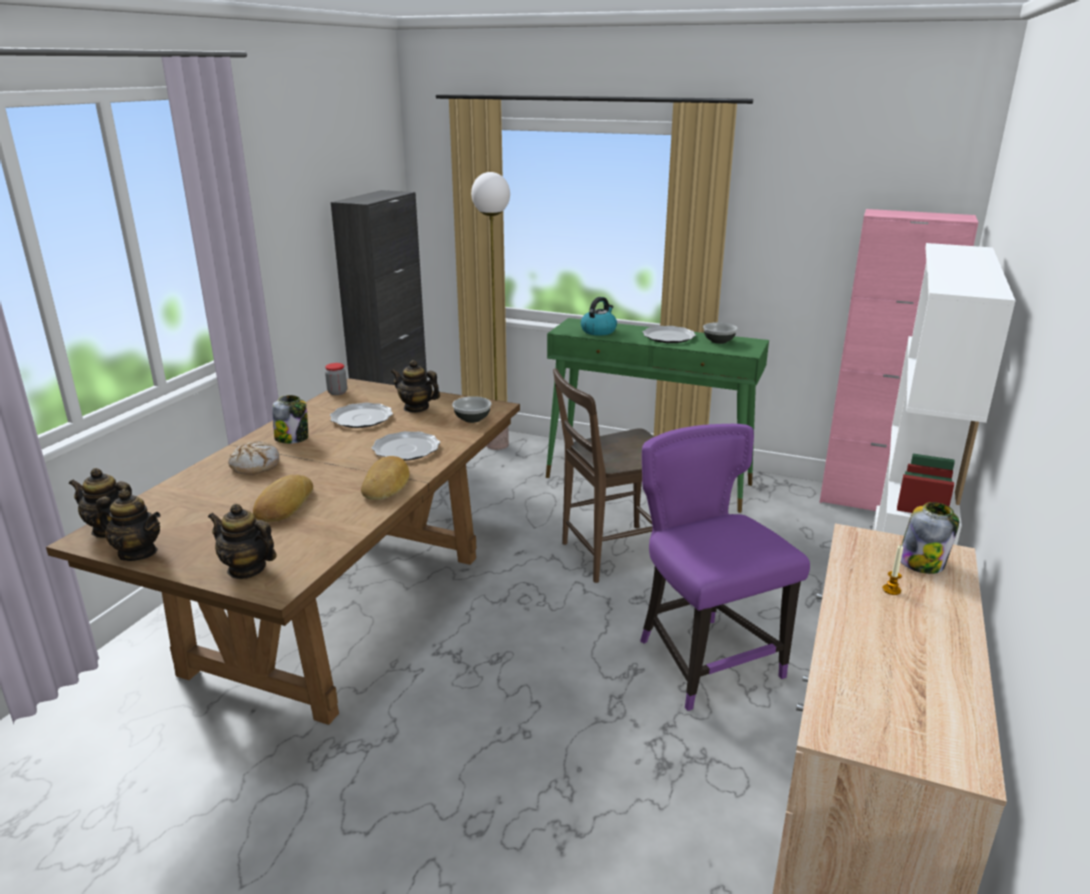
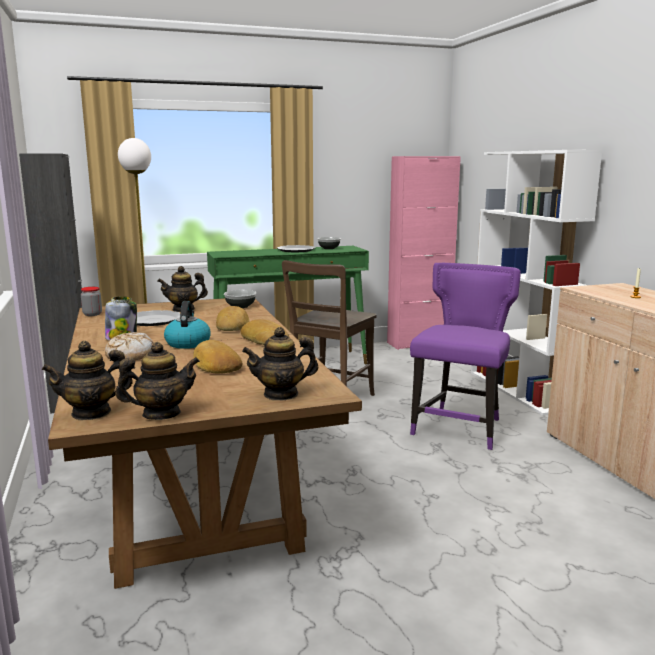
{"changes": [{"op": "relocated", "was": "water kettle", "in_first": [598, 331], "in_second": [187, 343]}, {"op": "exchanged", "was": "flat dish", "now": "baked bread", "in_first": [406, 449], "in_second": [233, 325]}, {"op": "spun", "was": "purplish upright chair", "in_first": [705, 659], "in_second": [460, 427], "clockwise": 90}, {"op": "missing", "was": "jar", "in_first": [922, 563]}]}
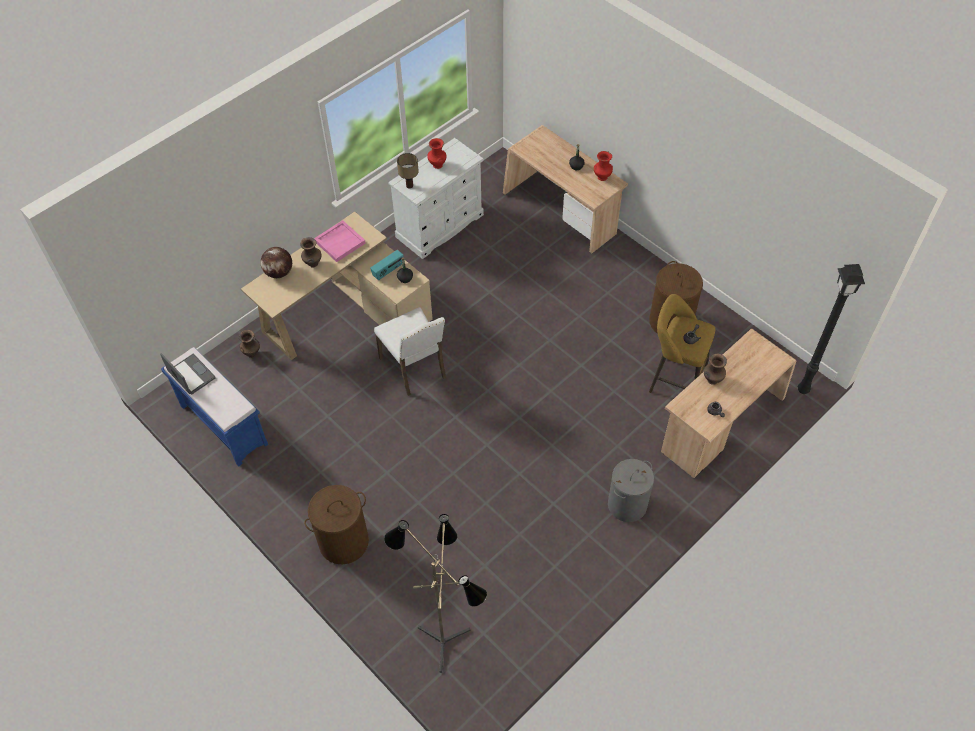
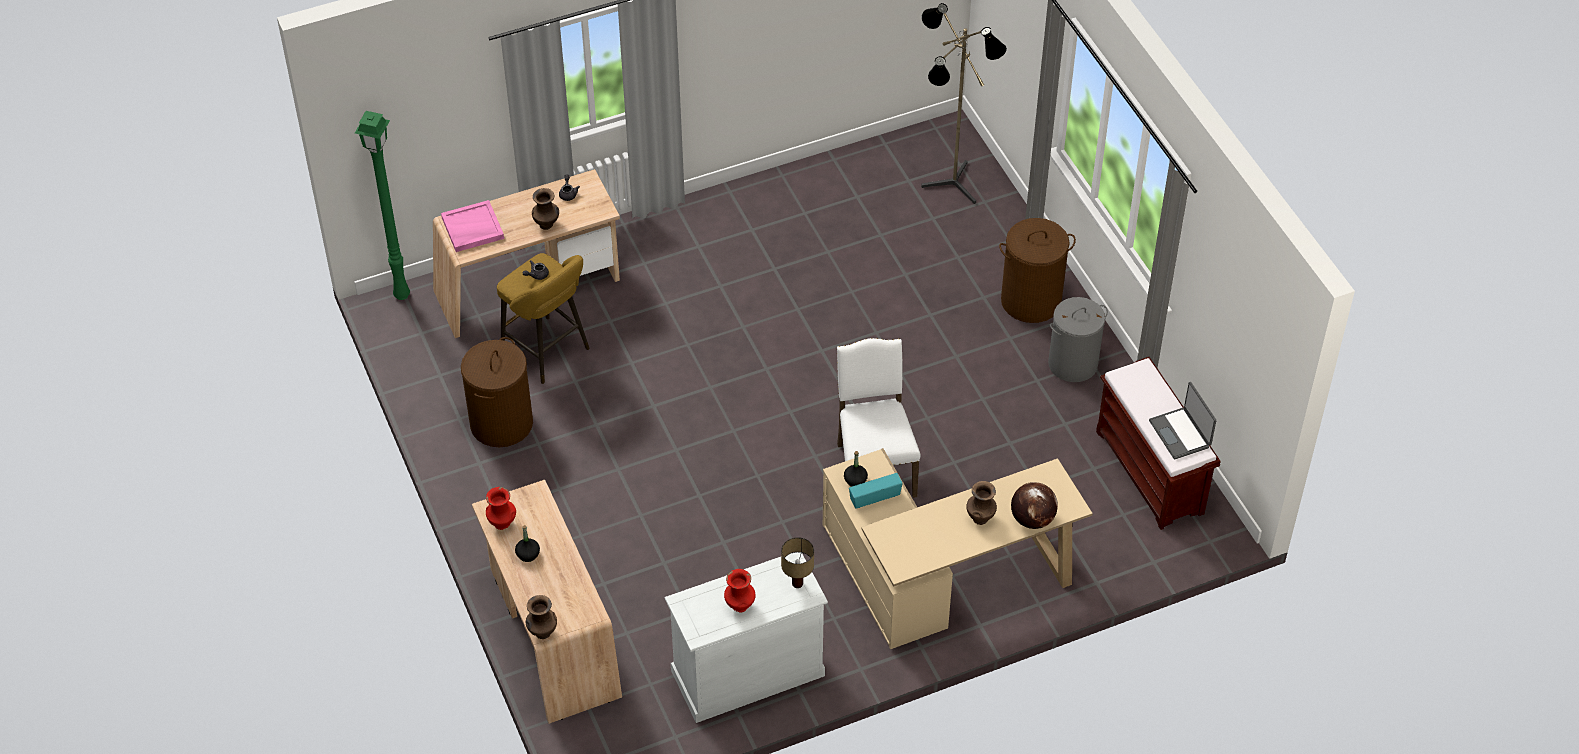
{"changes": [{"op": "colour", "was": "black-coloured standard lamp", "now": "green standard lamp", "in_first": [804, 390], "in_second": [401, 294]}, {"op": "relocated", "was": "pink serving tray", "in_first": [340, 242], "in_second": [472, 228]}, {"op": "relocated", "was": "brown-coloured flower vase", "in_first": [252, 353], "in_second": [542, 633]}, {"op": "relocated", "was": "greyish hamper", "in_first": [627, 505], "in_second": [1073, 363]}, {"op": "colour", "was": "blue-coloured bench", "now": "brown-coloured bench", "in_first": [222, 424], "in_second": [1151, 473]}]}
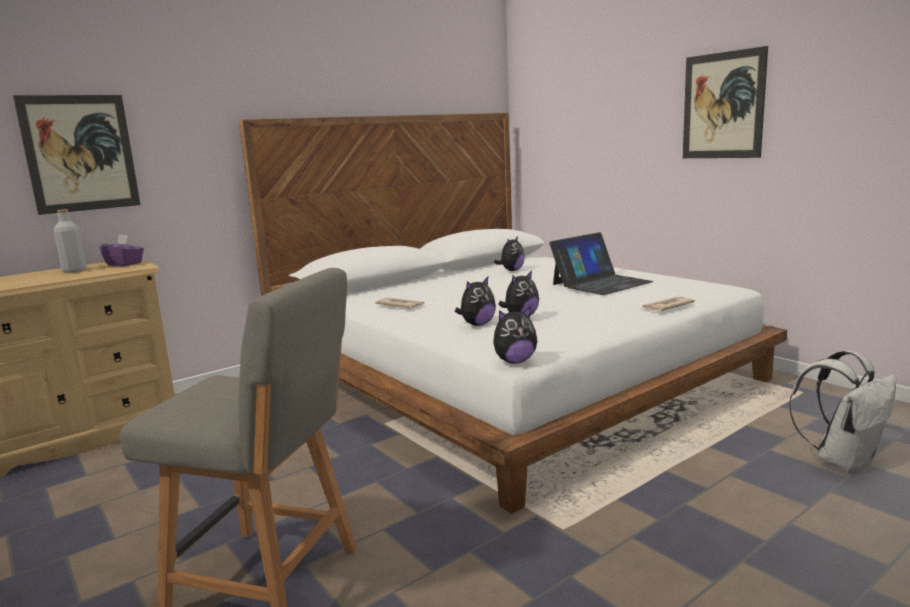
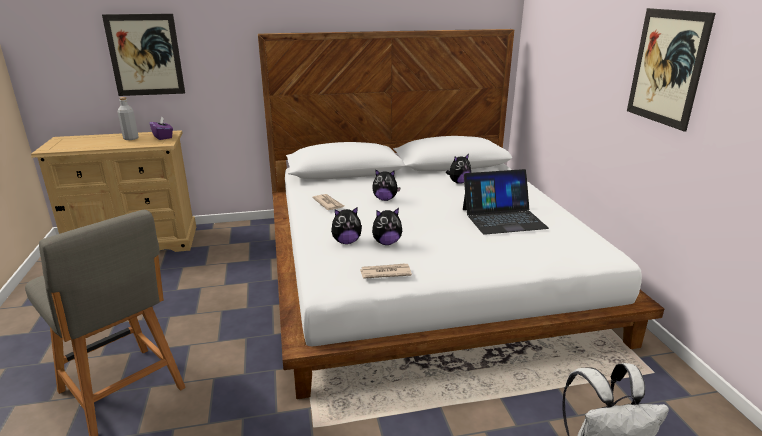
{"changes": [{"op": "relocated", "was": "newspaper", "in_first": [666, 307], "in_second": [385, 273]}, {"op": "relocated", "was": "soft toy", "in_first": [514, 361], "in_second": [385, 199]}]}
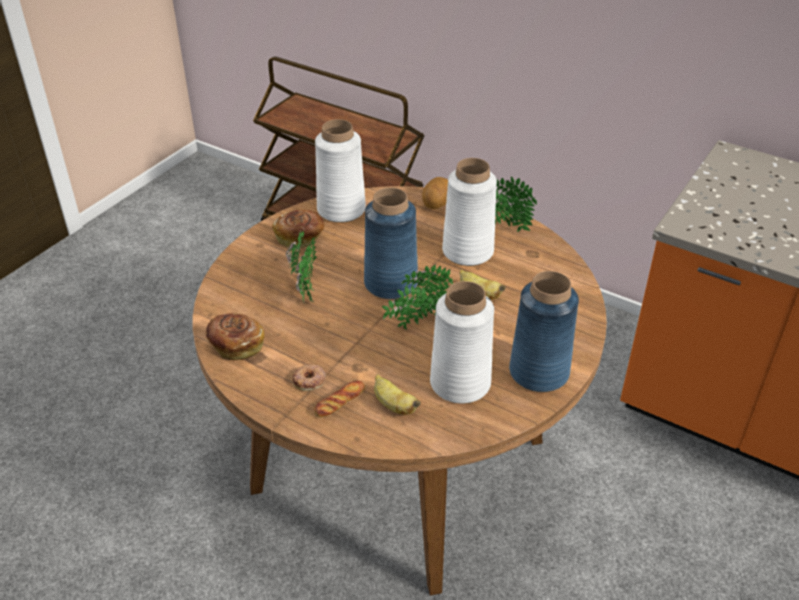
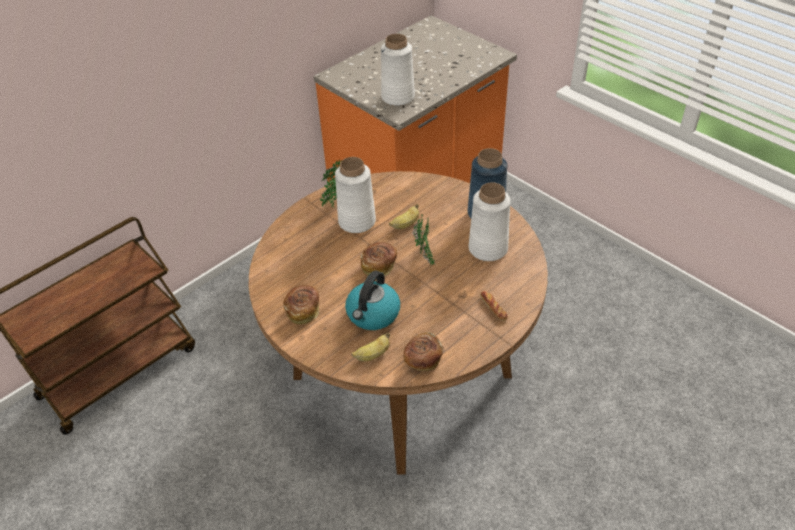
{"changes": [{"op": "exchanged", "was": "plant in a pot", "now": "water kettle", "in_first": [304, 292], "in_second": [373, 314]}, {"op": "relocated", "was": "banana fruit", "in_first": [393, 405], "in_second": [372, 355]}, {"op": "exchanged", "was": "blue-coloured flower vase", "now": "baked bread", "in_first": [391, 283], "in_second": [379, 265]}, {"op": "relocated", "was": "white flower vase", "in_first": [341, 210], "in_second": [398, 97]}, {"op": "missing", "was": "ring doughnut", "in_first": [309, 380]}, {"op": "missing", "was": "potato", "in_first": [437, 204]}]}
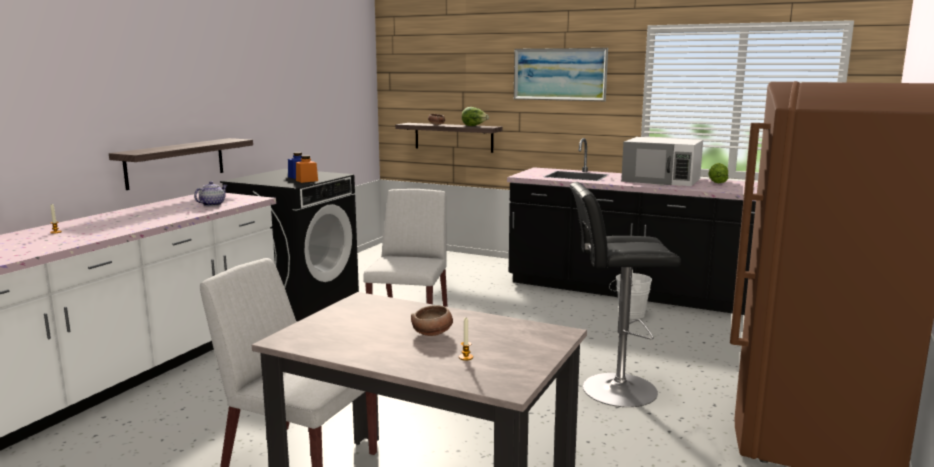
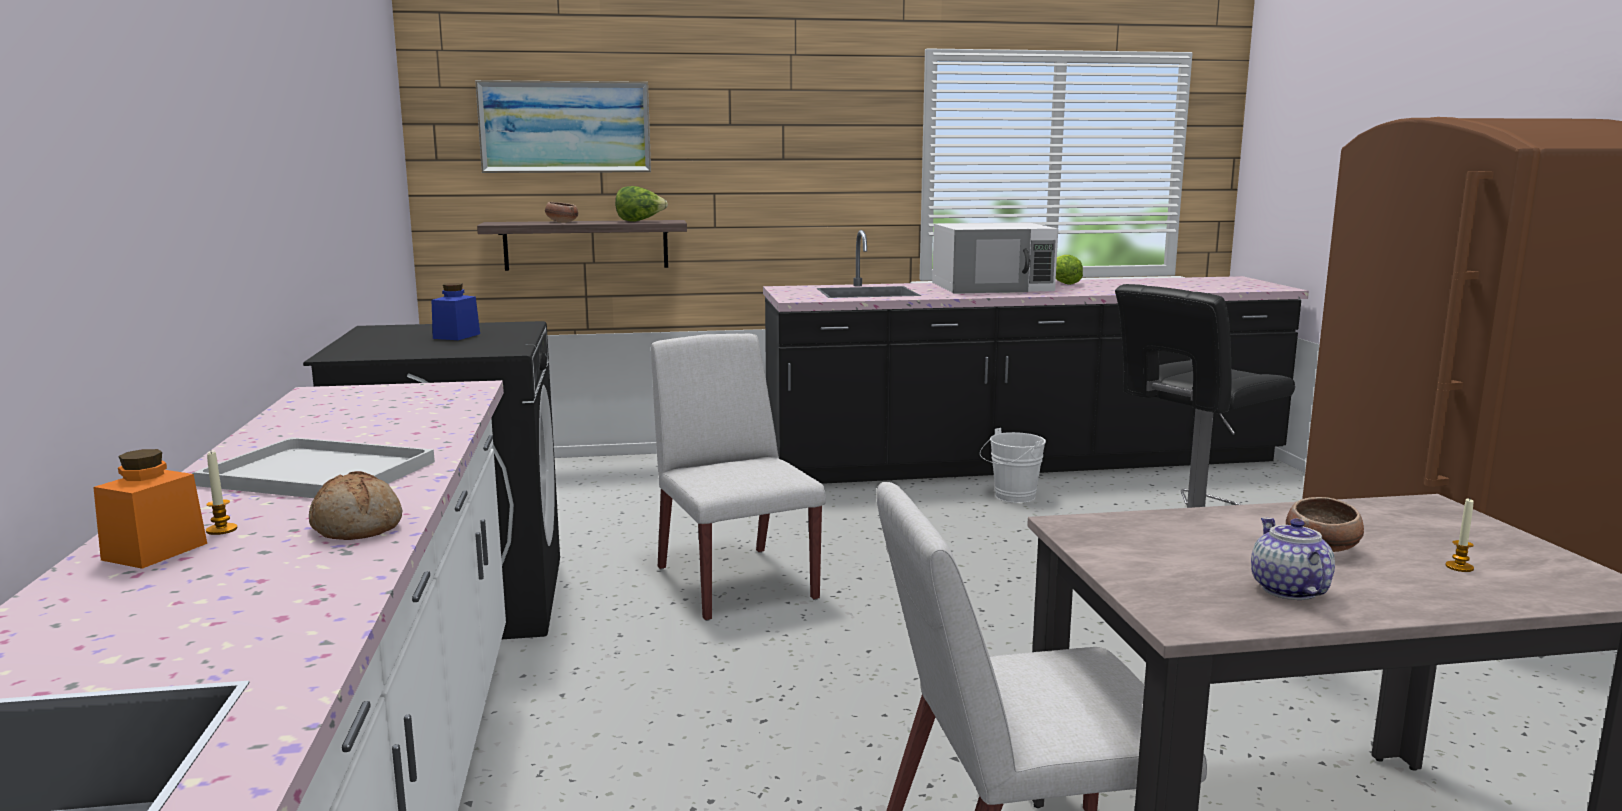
{"changes": [{"op": "relocated", "was": "orangey jar", "in_first": [307, 180], "in_second": [155, 551]}, {"op": "appeared", "now": "white serving tray", "in_second": [314, 473]}, {"op": "appeared", "now": "baked bread", "in_second": [357, 526]}, {"op": "relocated", "was": "wall art", "in_first": [559, 74], "in_second": [565, 127]}, {"op": "relocated", "was": "tea pot", "in_first": [212, 204], "in_second": [1287, 590]}, {"op": "missing", "was": "wall shelf", "in_first": [176, 163]}]}
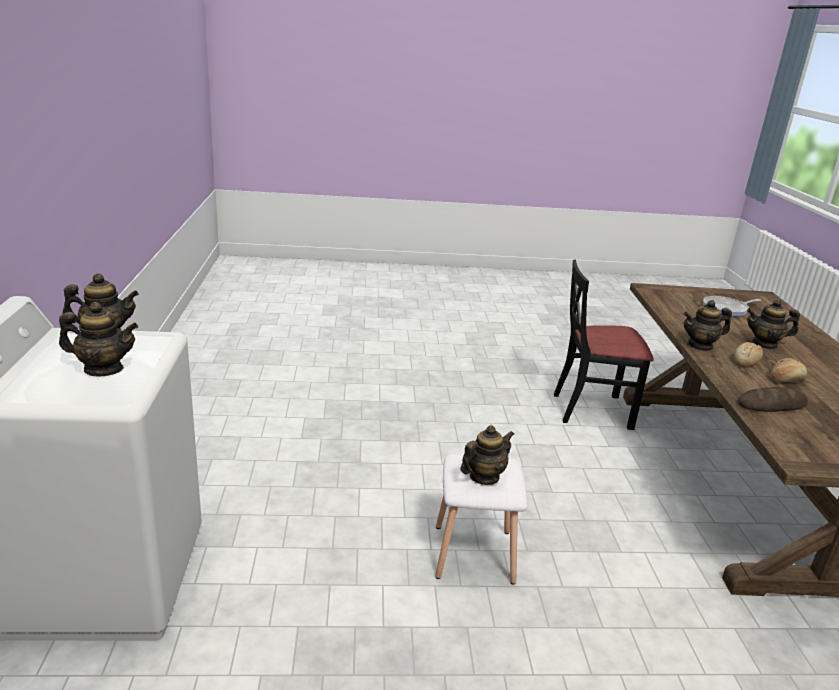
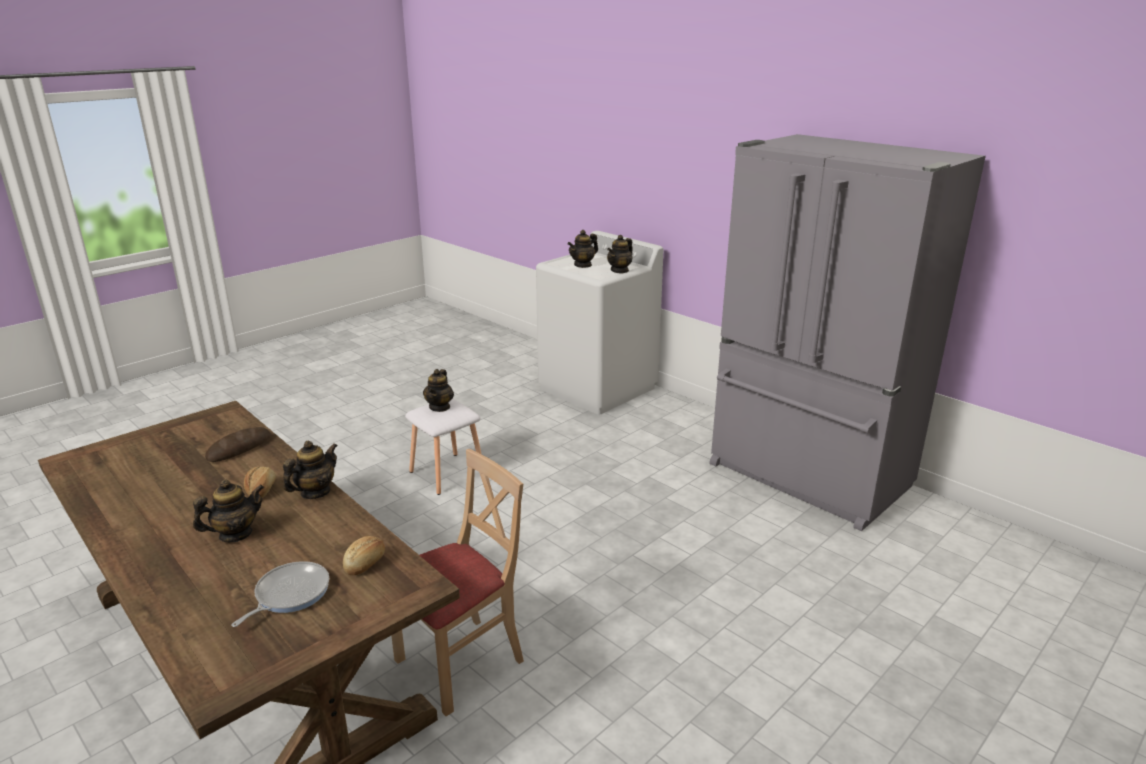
{"changes": [{"op": "relocated", "was": "baked bread", "in_first": [785, 379], "in_second": [366, 563]}, {"op": "colour", "was": "black-coloured upright chair", "now": "beige-coloured upright chair", "in_first": [592, 410], "in_second": [460, 663]}, {"op": "appeared", "now": "greyish fridge", "in_second": [807, 477]}]}
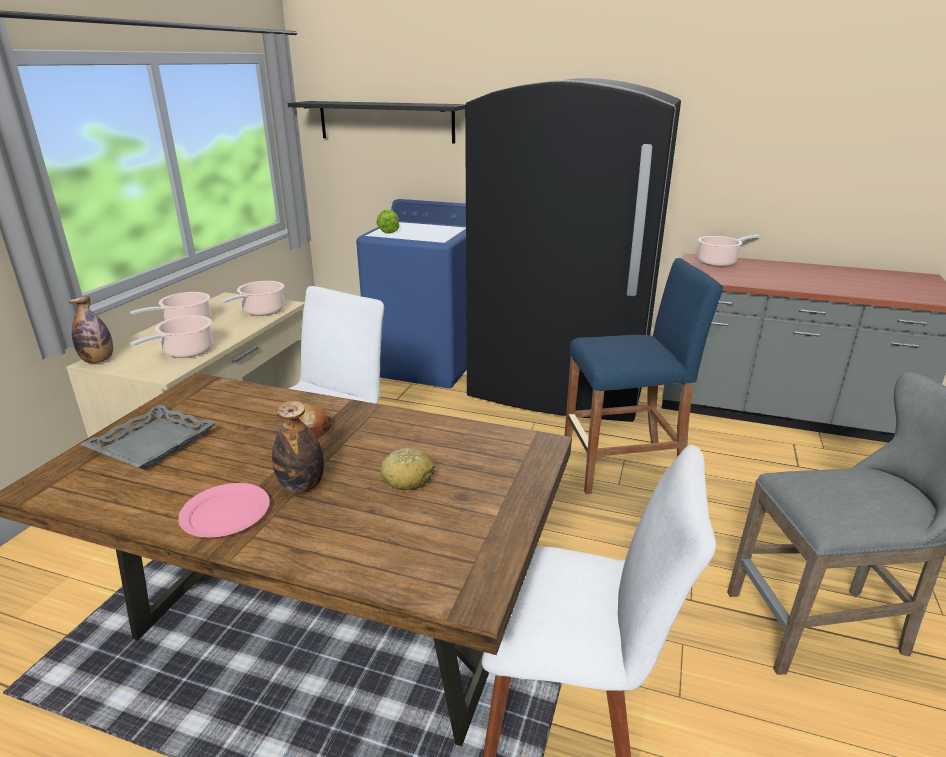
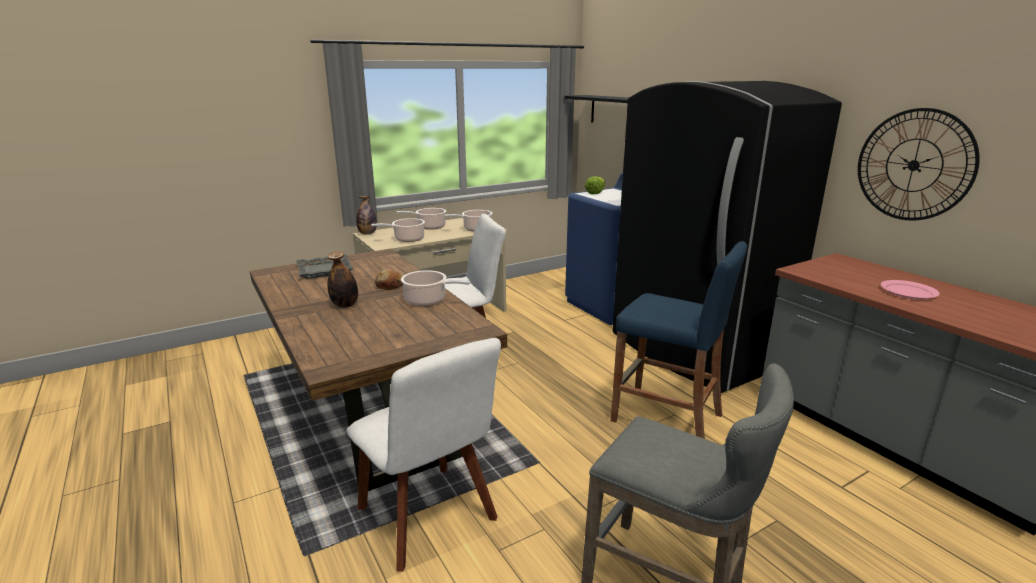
{"changes": [{"op": "relocated", "was": "cooking pot", "in_first": [718, 262], "in_second": [428, 300]}, {"op": "appeared", "now": "hanging clock", "in_second": [913, 165]}, {"op": "relocated", "was": "pink flat dish", "in_first": [226, 513], "in_second": [908, 291]}, {"op": "missing", "was": "baked bread", "in_first": [408, 478]}]}
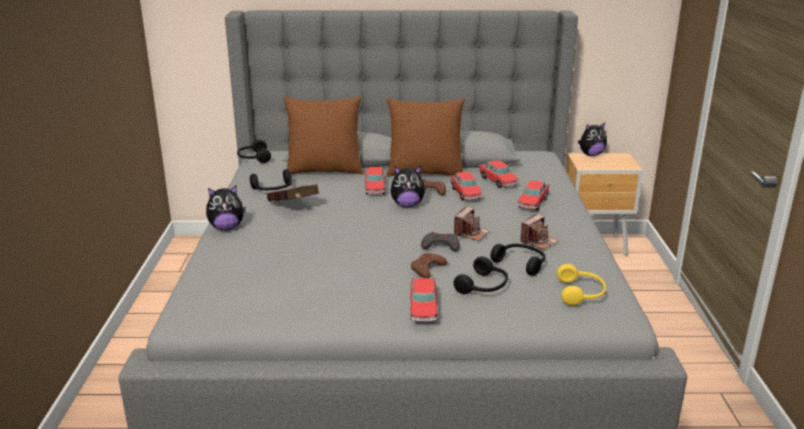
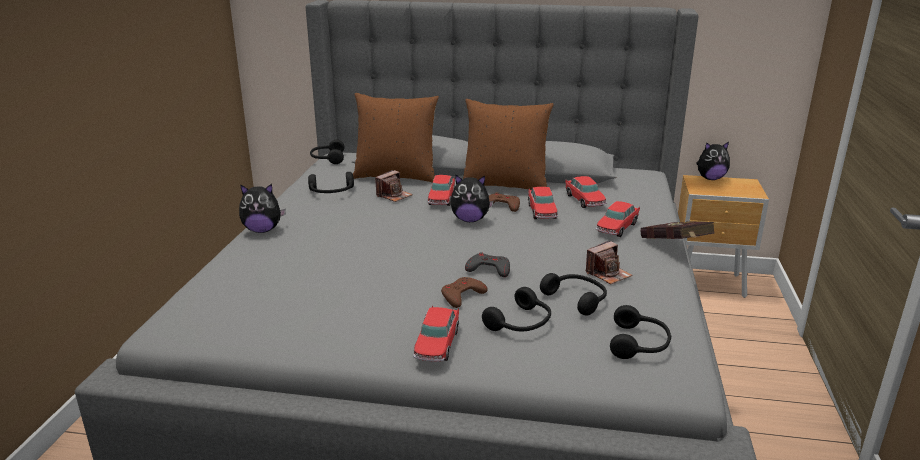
{"changes": [{"op": "relocated", "was": "still camera", "in_first": [471, 233], "in_second": [394, 196]}, {"op": "colour", "was": "yellow-coloured pair of headphones", "now": "black-coloured pair of headphones", "in_first": [581, 293], "in_second": [639, 344]}, {"op": "relocated", "was": "red-coloured book", "in_first": [294, 207], "in_second": [675, 247]}]}
